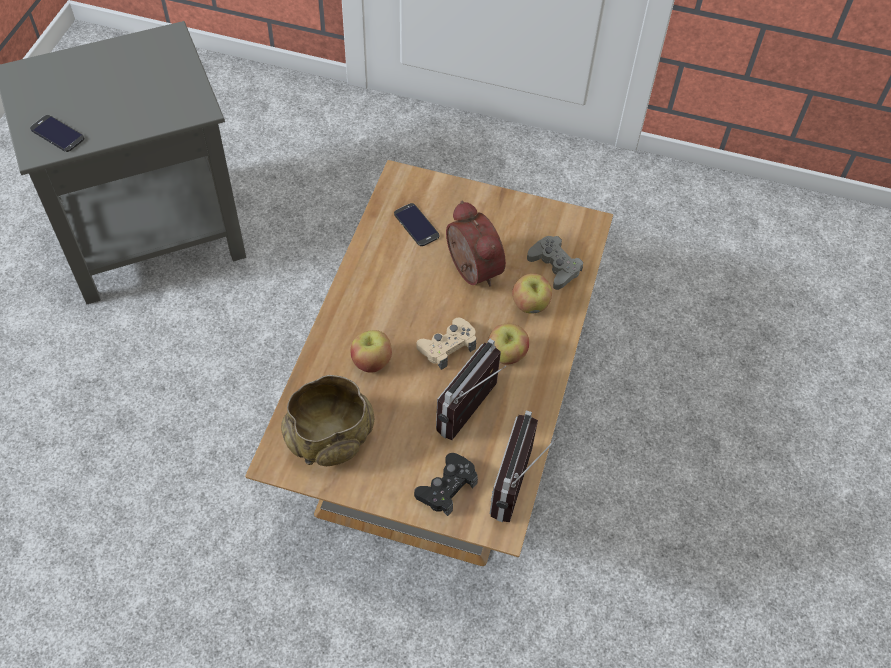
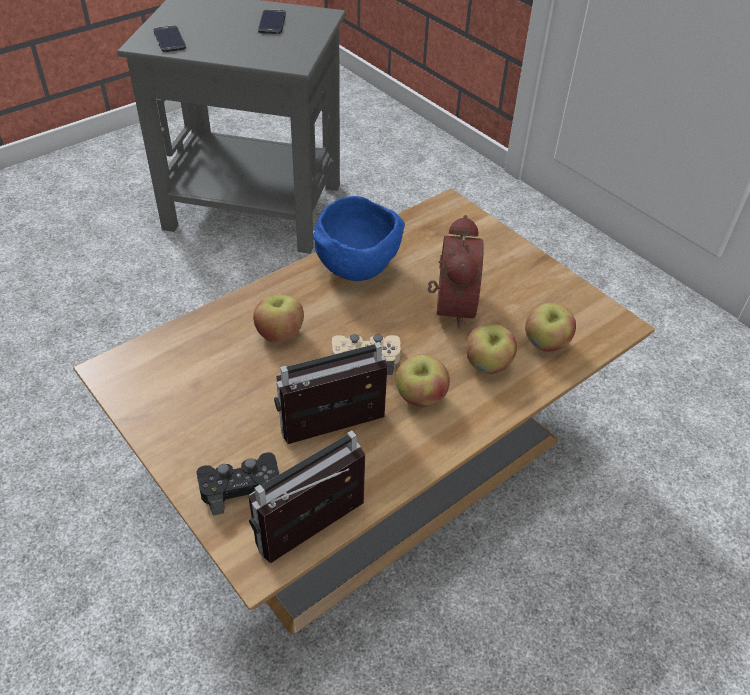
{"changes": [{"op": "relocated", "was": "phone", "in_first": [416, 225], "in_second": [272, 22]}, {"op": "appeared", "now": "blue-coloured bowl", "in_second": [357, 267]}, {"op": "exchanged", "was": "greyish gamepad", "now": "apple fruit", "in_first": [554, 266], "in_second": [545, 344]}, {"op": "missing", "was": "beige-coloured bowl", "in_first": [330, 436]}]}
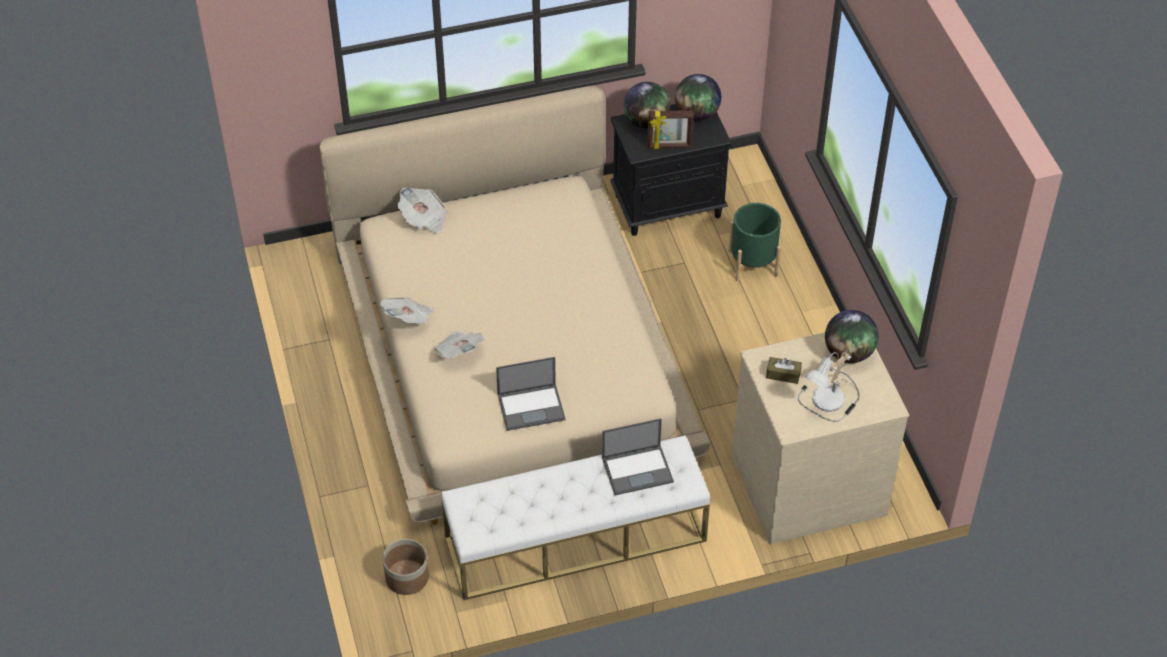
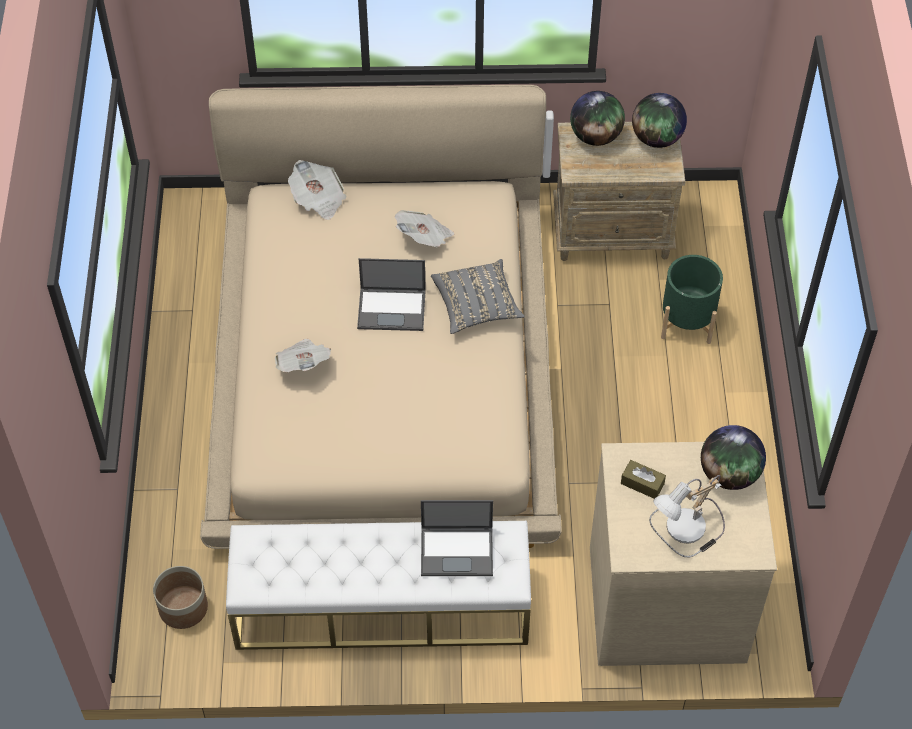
{"changes": [{"op": "relocated", "was": "notebook computer", "in_first": [532, 406], "in_second": [392, 309]}, {"op": "relocated", "was": "newspaper", "in_first": [409, 319], "in_second": [424, 238]}, {"op": "appeared", "now": "greyish throw pillow", "in_second": [476, 305]}, {"op": "colour", "was": "black-coloured nightstand", "now": "beige-coloured nightstand", "in_first": [668, 205], "in_second": [613, 232]}, {"op": "missing", "was": "photo frame", "in_first": [669, 146]}]}
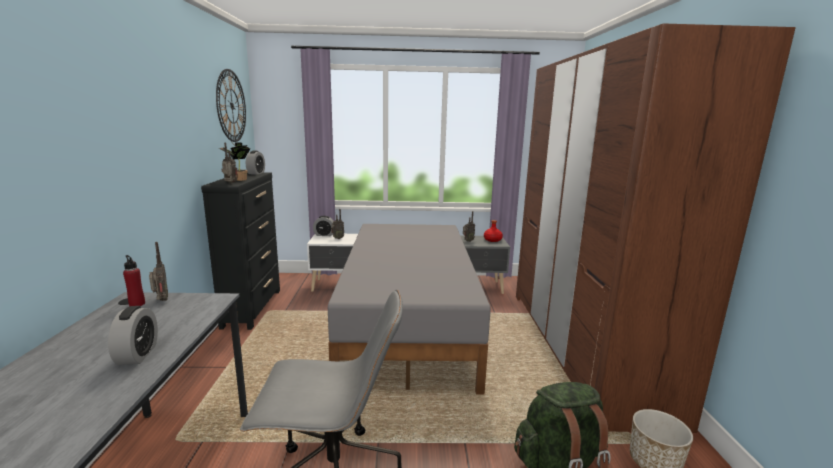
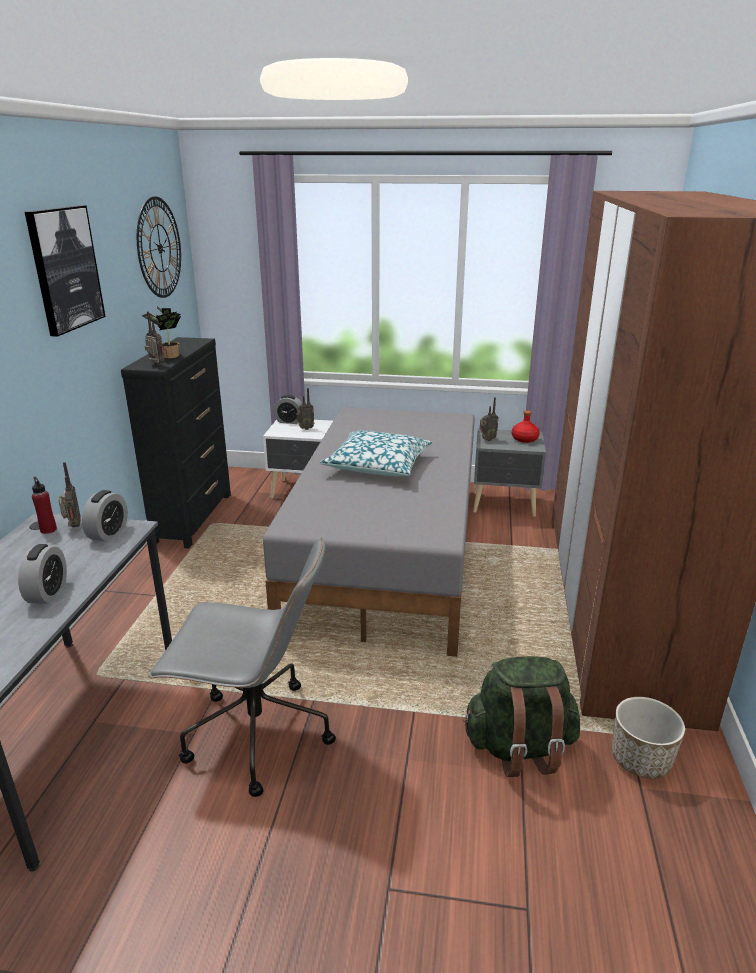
{"changes": [{"op": "appeared", "now": "wall art", "in_second": [65, 269]}, {"op": "relocated", "was": "table clock", "in_first": [256, 173], "in_second": [108, 533]}, {"op": "appeared", "now": "throw pillow", "in_second": [378, 465]}]}
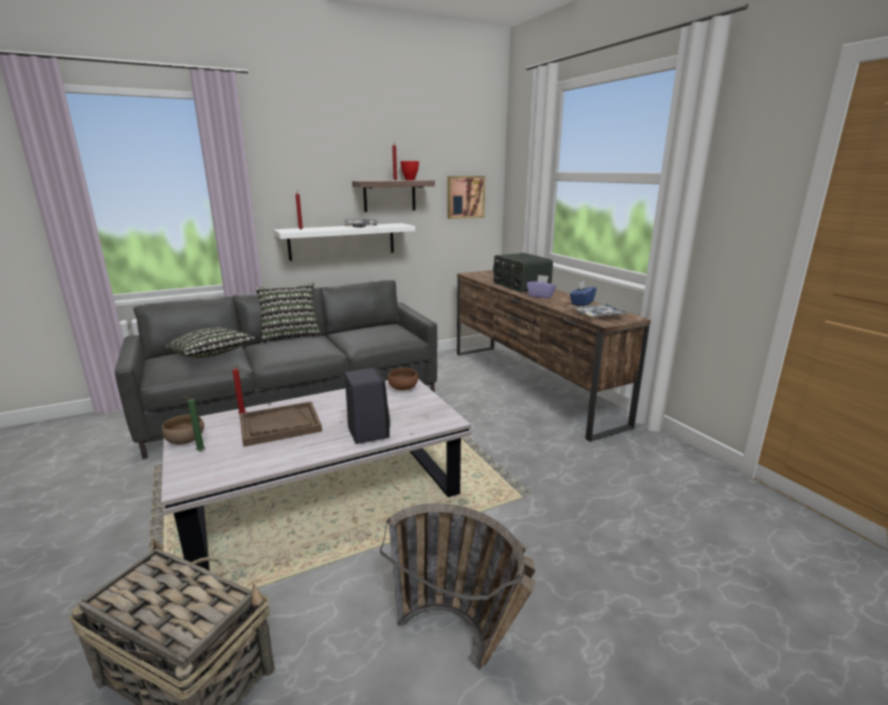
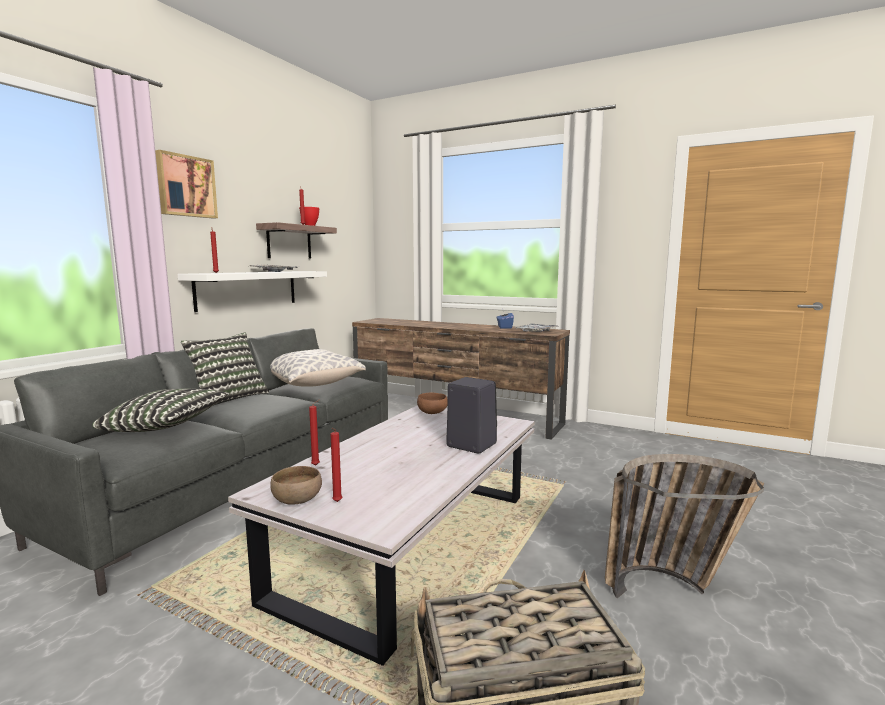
{"changes": [{"op": "relocated", "was": "wall art", "in_first": [465, 197], "in_second": [185, 186]}, {"op": "appeared", "now": "throw pillow", "in_second": [314, 384]}, {"op": "colour", "was": "green wax candle", "now": "red-coloured wax candle", "in_first": [199, 451], "in_second": [336, 502]}, {"op": "missing", "was": "brown-coloured serving tray", "in_first": [280, 425]}, {"op": "missing", "was": "radio set", "in_first": [520, 286]}, {"op": "missing", "was": "purplish tissue holder", "in_first": [541, 296]}]}
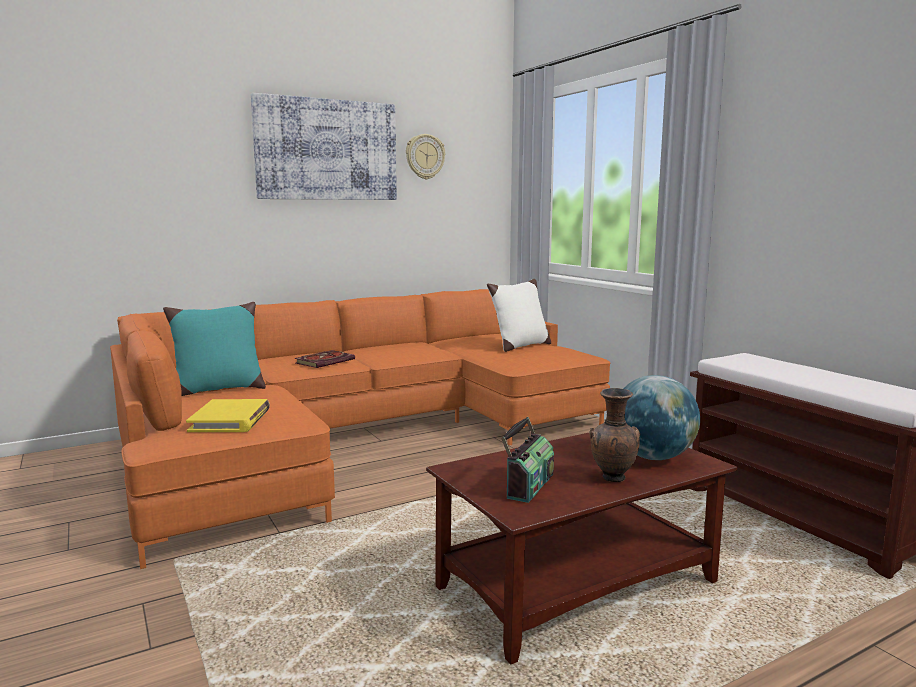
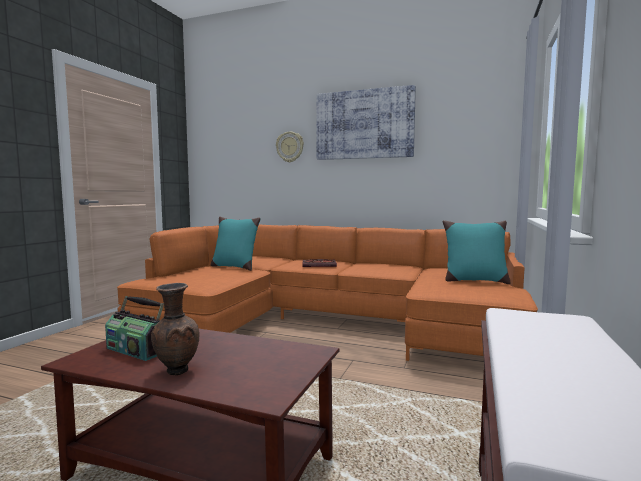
{"changes": [{"op": "spun", "was": "radio set", "in_first": [528, 485], "in_second": [135, 350], "clockwise": 45}, {"op": "relocated", "was": "hanging clock", "in_first": [425, 156], "in_second": [290, 147]}, {"op": "colour", "was": "white throw pillow", "now": "turquoise throw pillow", "in_first": [520, 346], "in_second": [474, 281]}, {"op": "missing", "was": "yellow-coloured book", "in_first": [230, 420]}, {"op": "missing", "was": "world globe", "in_first": [653, 457]}]}
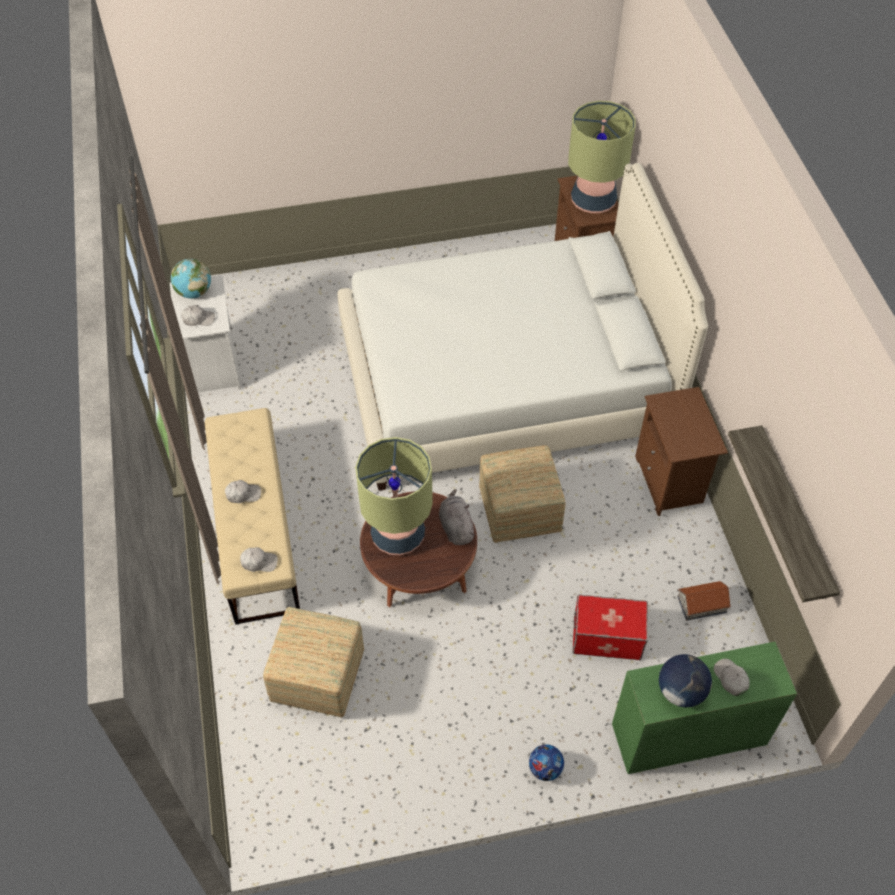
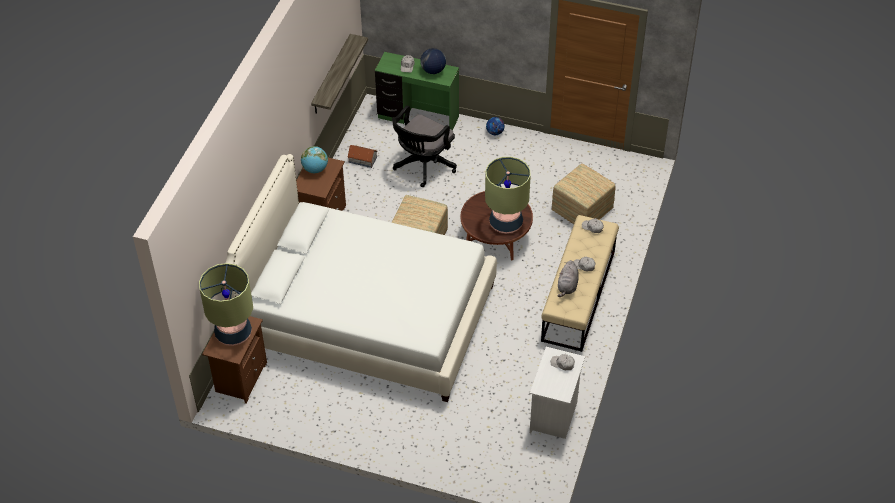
{"changes": [{"op": "relocated", "was": "world globe", "in_first": [194, 292], "in_second": [315, 169]}, {"op": "exchanged", "was": "storage container", "now": "black-coloured office chair", "in_first": [607, 637], "in_second": [422, 166]}, {"op": "relocated", "was": "greyish soft toy", "in_first": [456, 527], "in_second": [567, 286]}]}
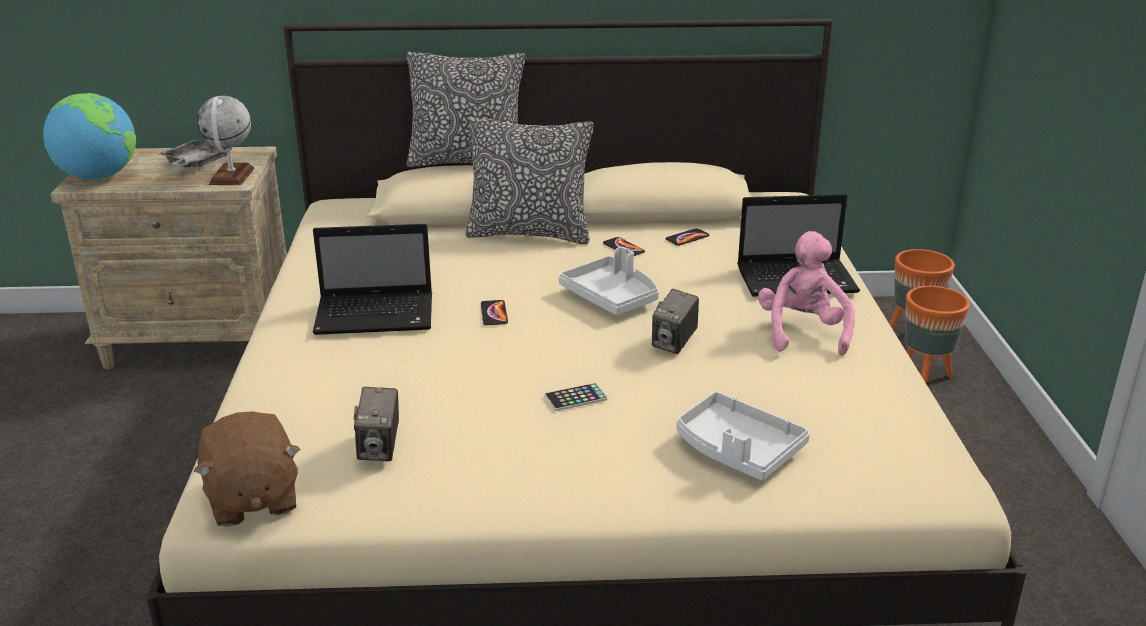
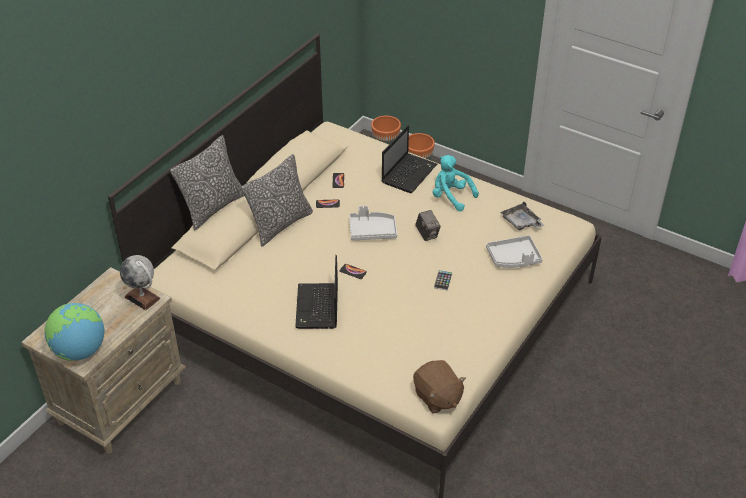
{"changes": [{"op": "spun", "was": "notebook computer", "in_first": [378, 315], "in_second": [318, 308], "clockwise": 150}, {"op": "spun", "was": "brown-coloured soft toy", "in_first": [251, 499], "in_second": [437, 397], "clockwise": 45}, {"op": "colour", "was": "pink soft toy", "now": "turquoise soft toy", "in_first": [802, 332], "in_second": [451, 197]}, {"op": "relocated", "was": "greyish serving tray", "in_first": [195, 163], "in_second": [521, 222]}, {"op": "missing", "was": "still camera", "in_first": [379, 448]}]}
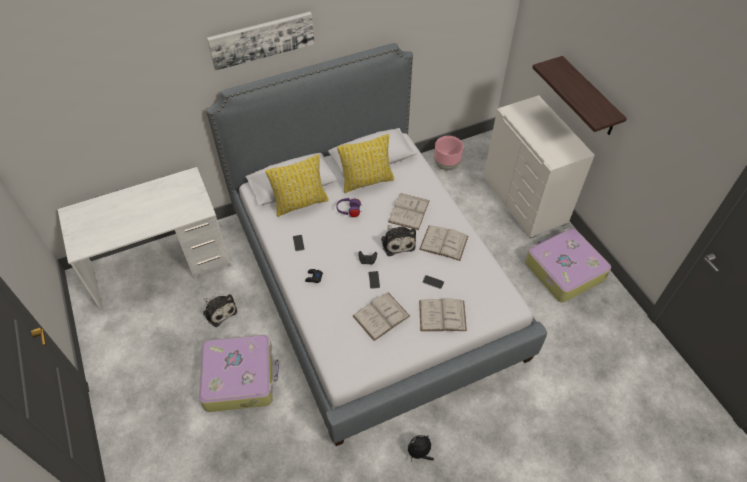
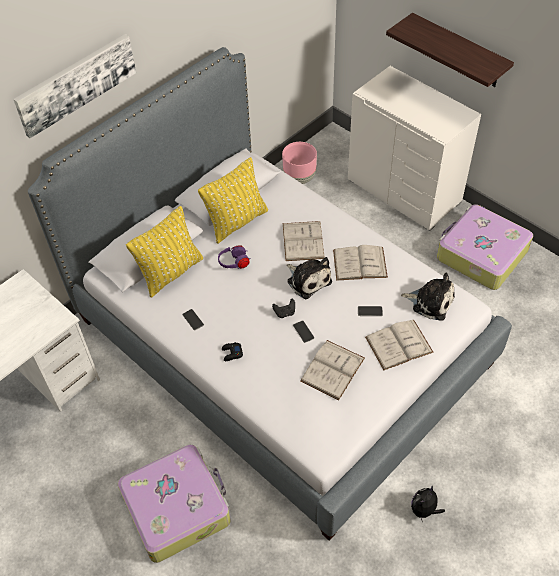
{"changes": [{"op": "relocated", "was": "soft toy", "in_first": [219, 311], "in_second": [430, 302]}]}
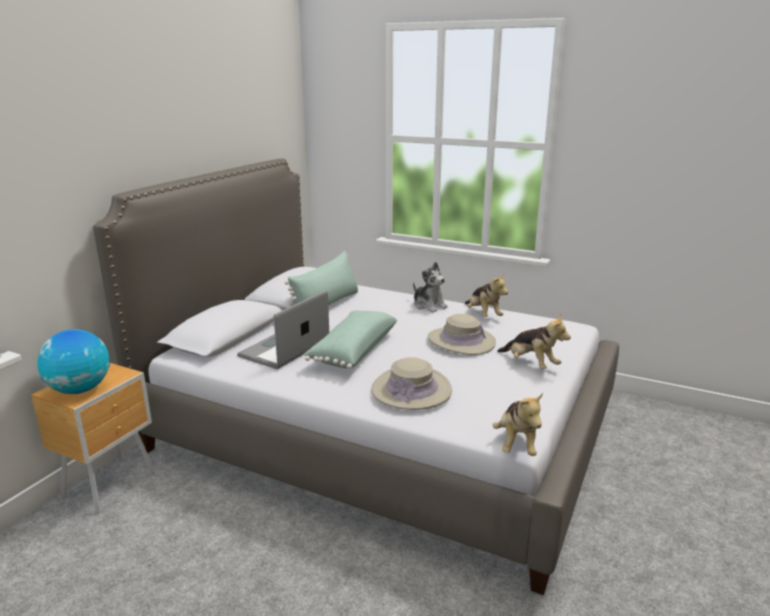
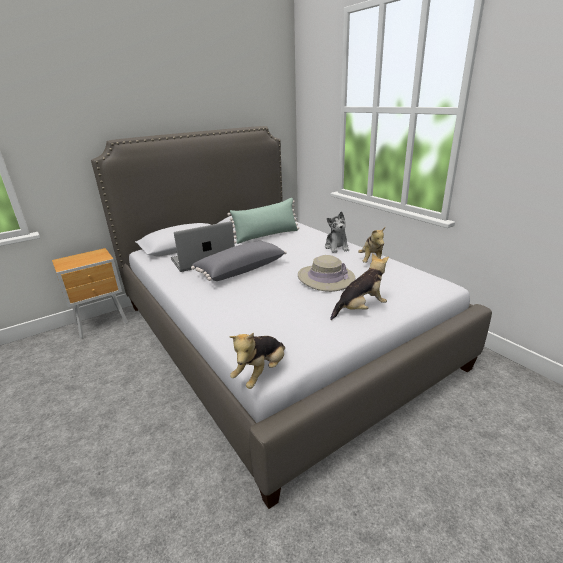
{"changes": [{"op": "colour", "was": "green throw pillow", "now": "greyish throw pillow", "in_first": [352, 351], "in_second": [240, 269]}, {"op": "spun", "was": "soft toy", "in_first": [530, 364], "in_second": [360, 309], "clockwise": -105}, {"op": "missing", "was": "world globe", "in_first": [79, 390]}, {"op": "missing", "was": "beige-coloured hat", "in_first": [411, 390]}]}
